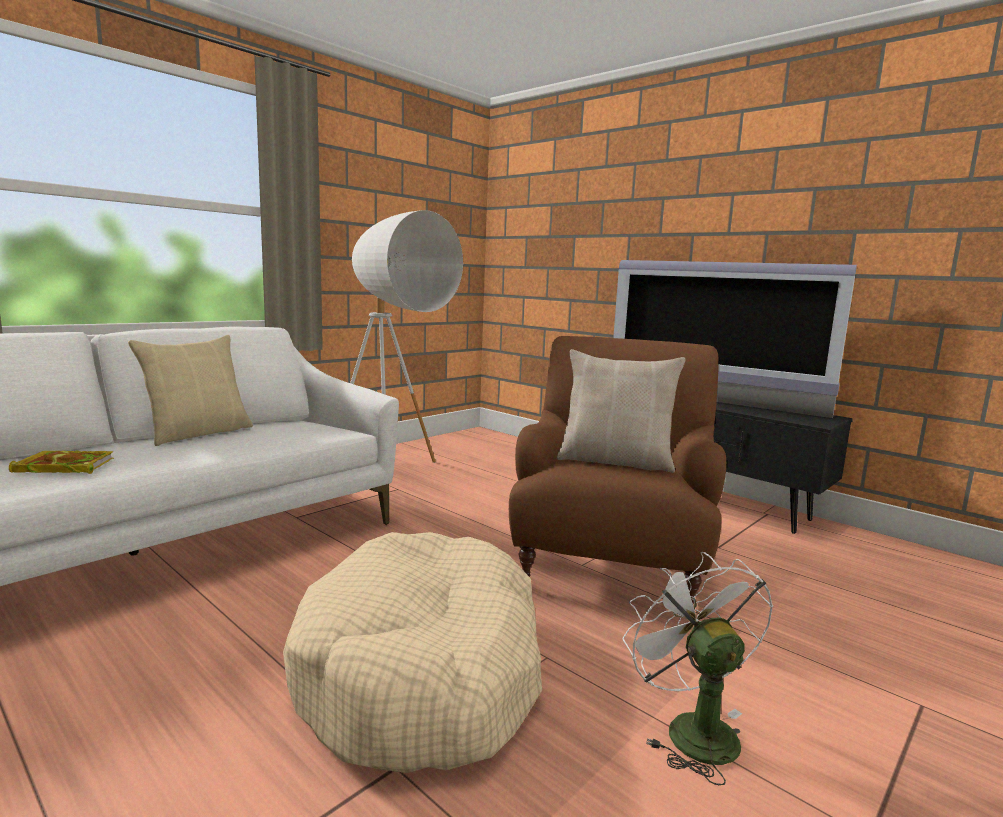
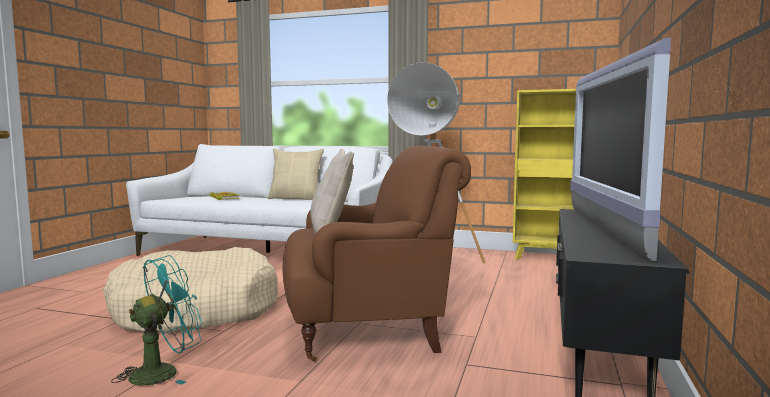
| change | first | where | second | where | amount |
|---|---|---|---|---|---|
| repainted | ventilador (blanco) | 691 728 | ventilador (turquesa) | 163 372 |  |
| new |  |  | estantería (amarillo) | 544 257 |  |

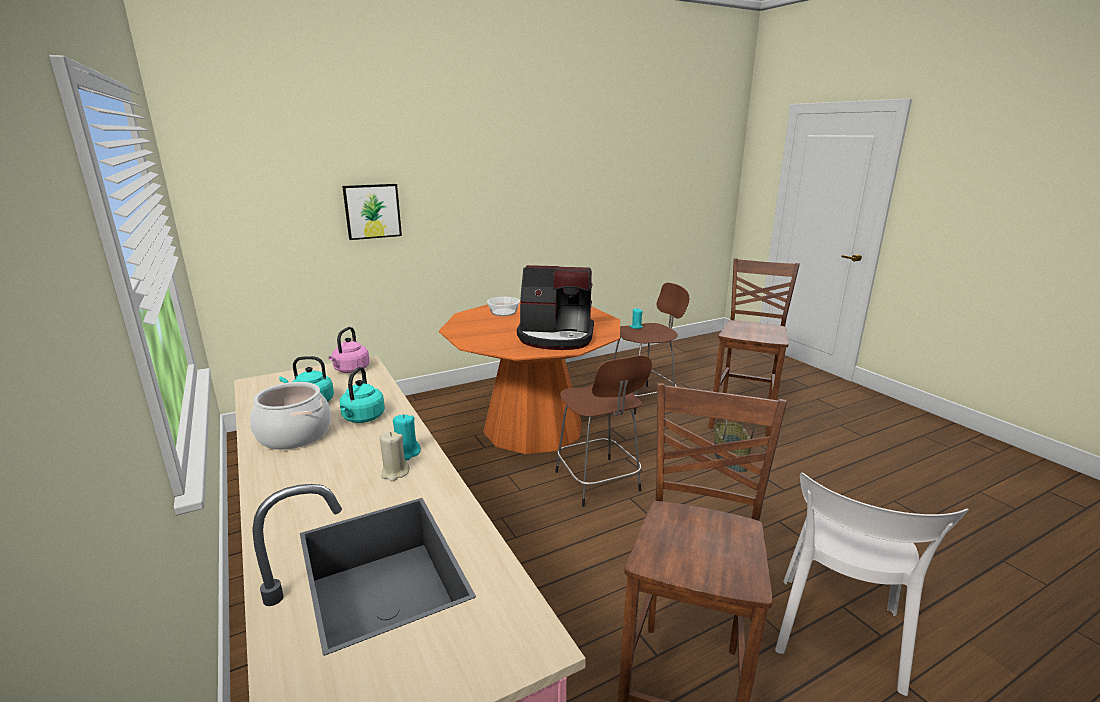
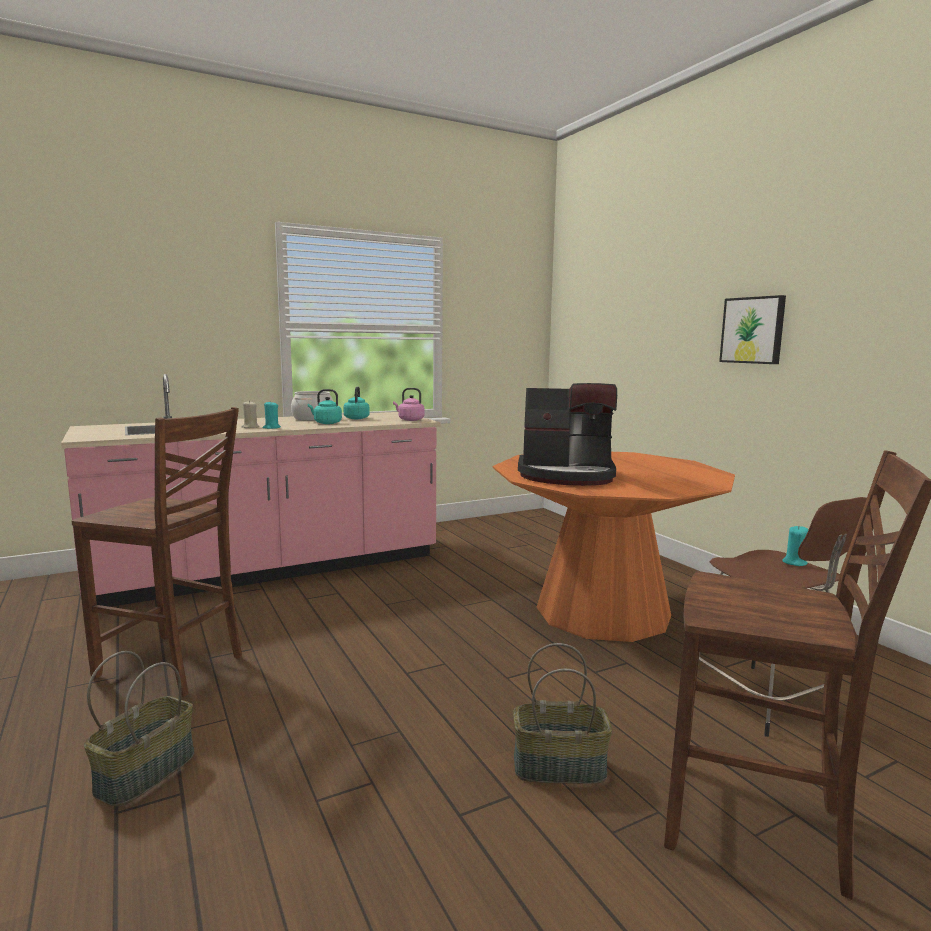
| change | first | where | second | where | amount |
|---|---|---|---|---|---|
| shifted | cuadro | 372 211 |  | 753 330 |  |
| rotated | cafetera | 556 337 |  | 567 475 | 90 degrees counterclockwise |
| gone | cuenco | 503 312 |  |  |  |
| gone | taburete (marrón) | 598 483 |  |  |  |
| swapped | silla (blanco) | 838 636 | cesta | 145 772 |  |

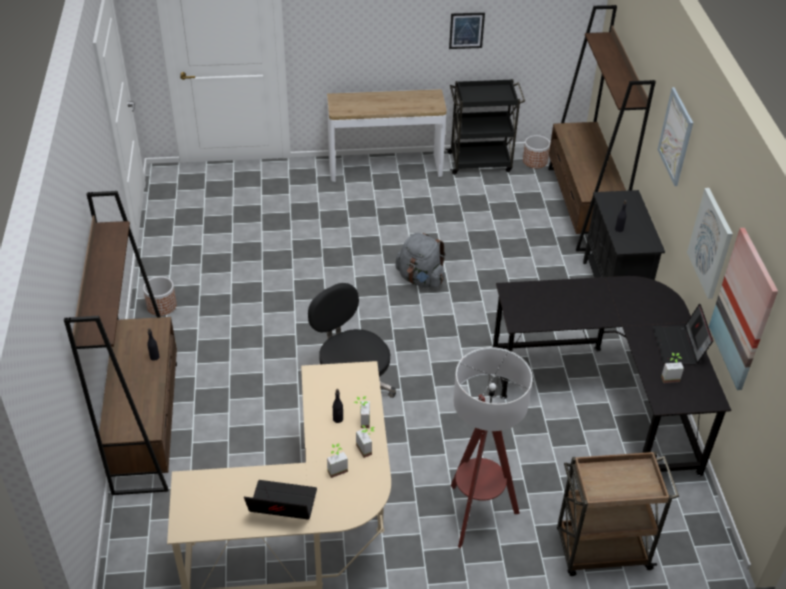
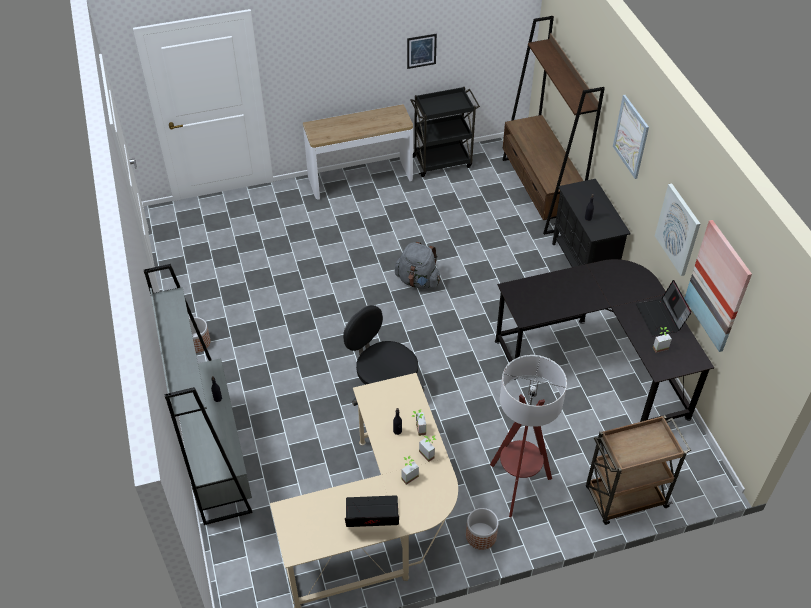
| change | first | where | second | where | amount |
|---|---|---|---|---|---|
| shifted | maceta | 535 161 |  | 481 536 |  |
| repainted | estantería (marrón) | 146 425 | estantería (gris) | 216 456 |  |

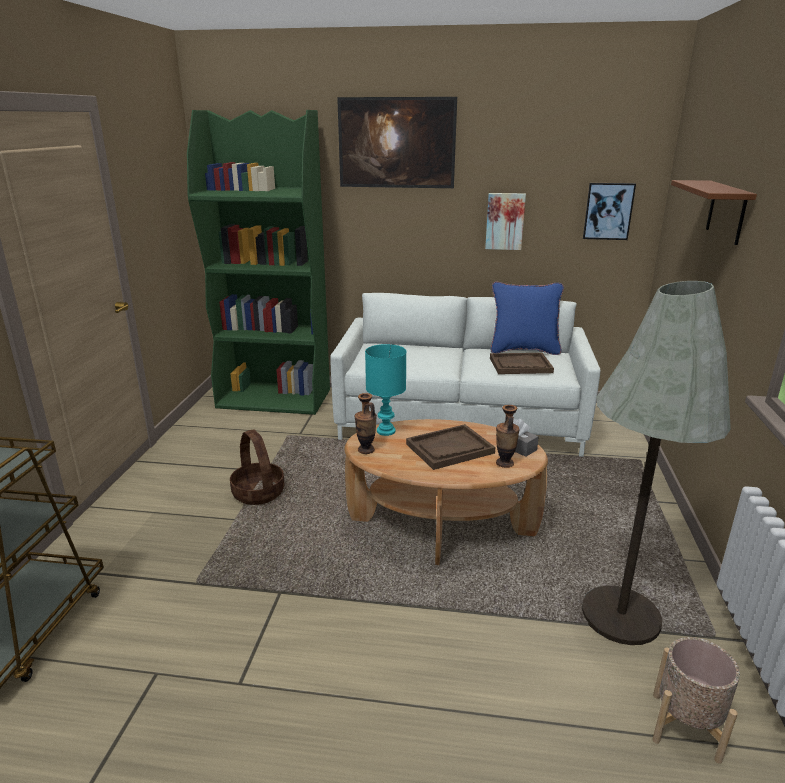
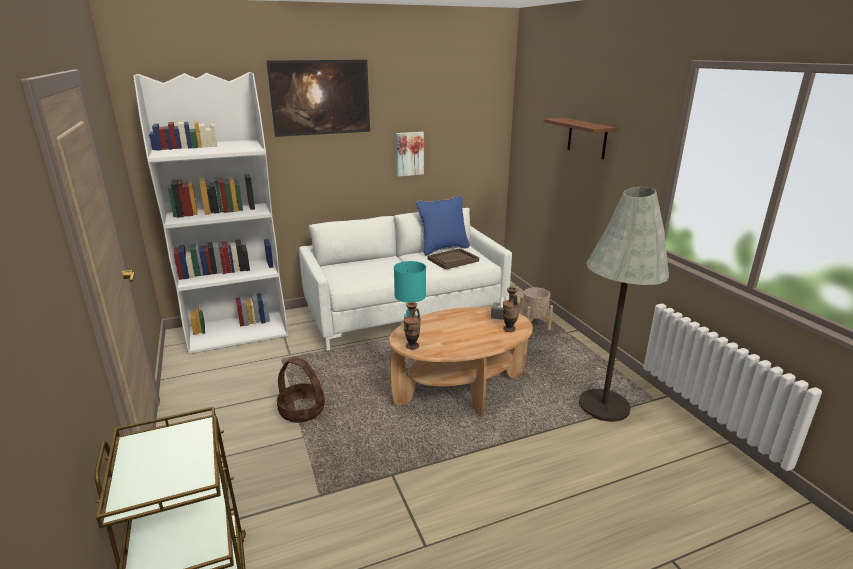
| change | first | where | second | where | amount |
|---|---|---|---|---|---|
| repainted | estantería (verde) | 275 399 | estantería (blanco) | 238 332 |  |
| gone | cuadro | 608 211 |  |  |  |
| gone | bandeja (marrón) | 449 449 |  |  |  |
| shifted | maceta (beis) | 685 726 |  | 534 325 |  |

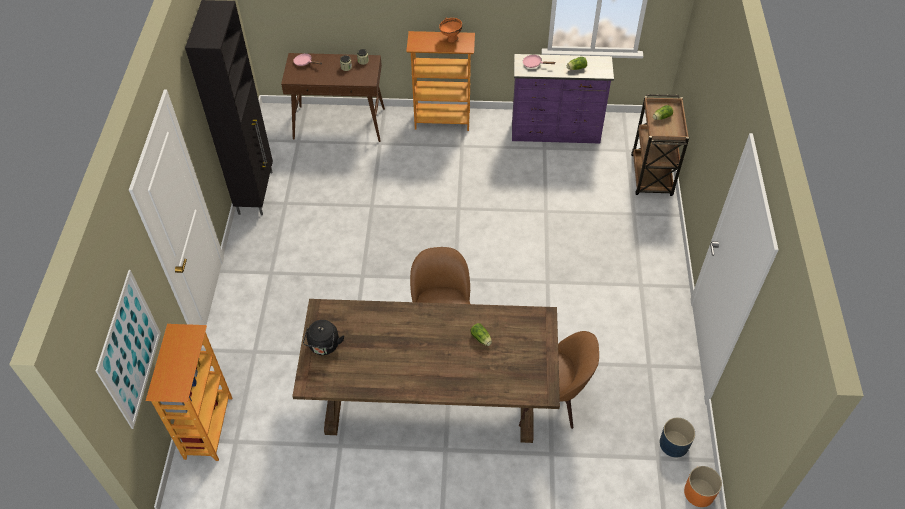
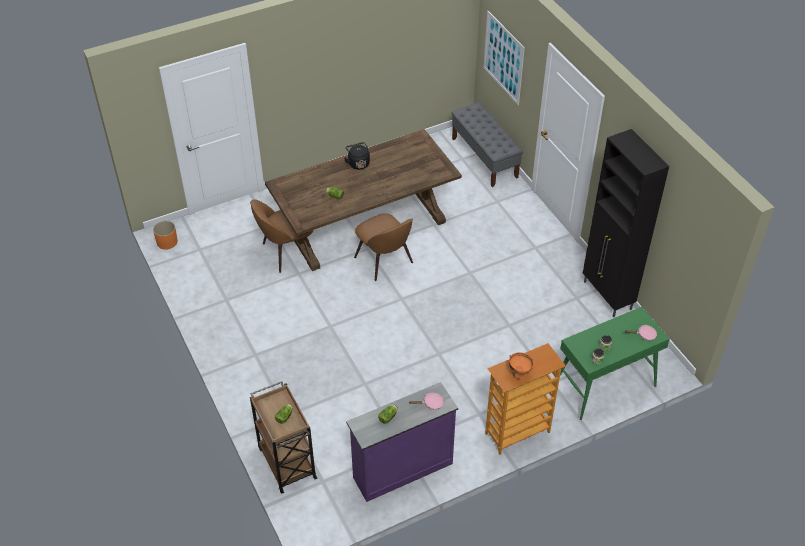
| change | first | where | second | where | amount |
|---|---|---|---|---|---|
| repainted | mesa consola (marrón) | 340 123 | mesa consola (verde) | 604 386 |  |
| shifted | hervidor (negro) | 324 346 |  | 358 163 |  |
| swapped | estantería | 207 427 | banco (gris) | 484 158 |  |
| gone | maceta (azul) | 674 444 |  |  |  |

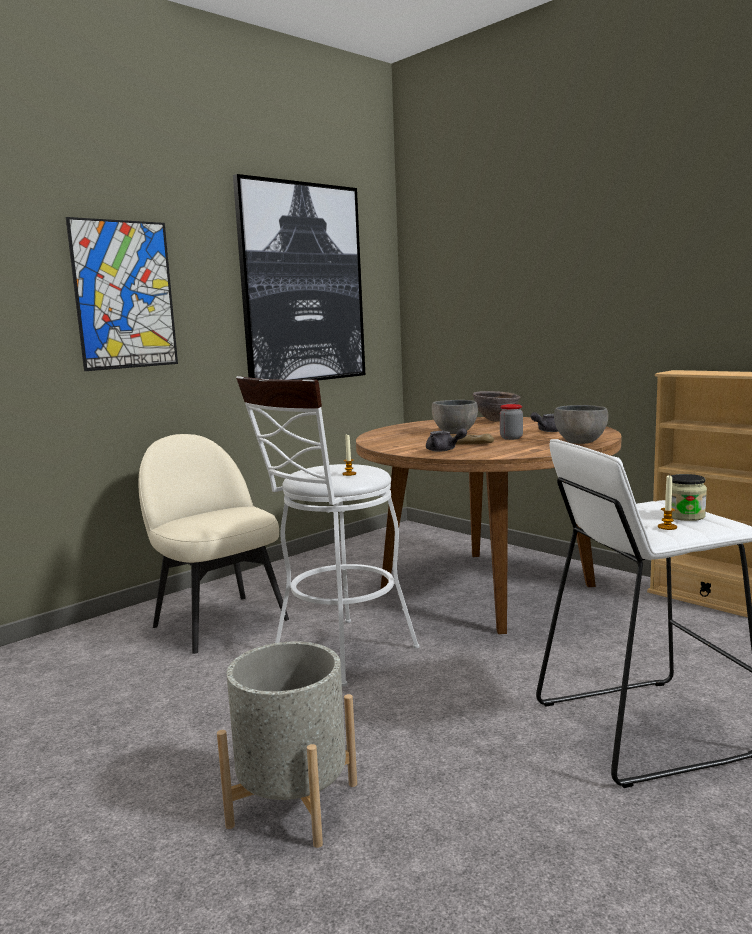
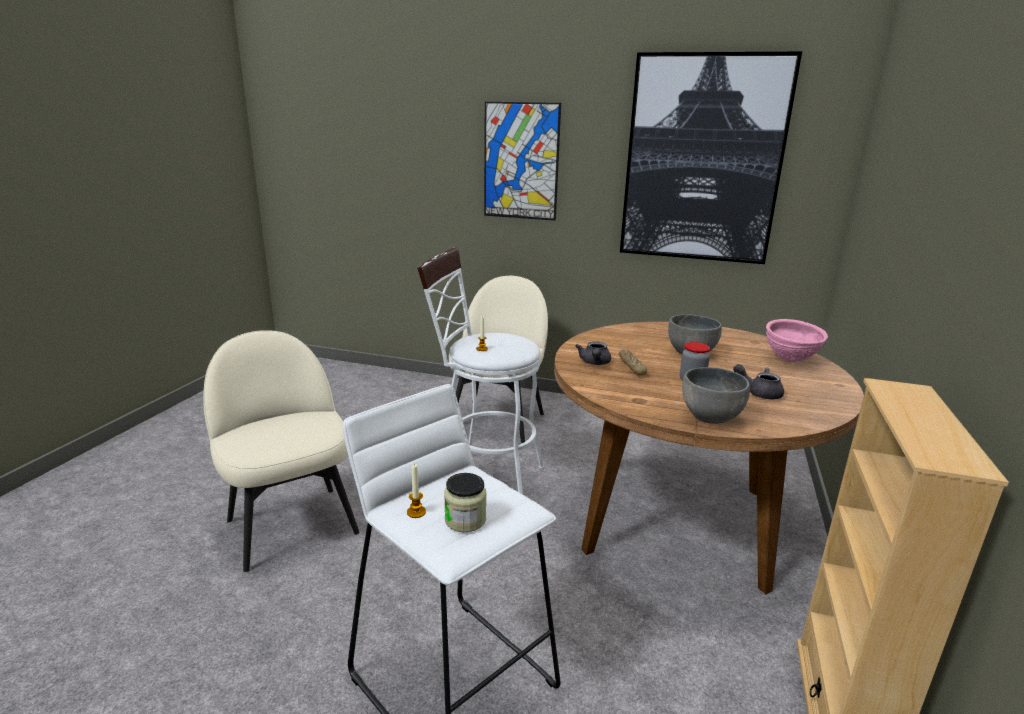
| change | first | where | second | where | amount |
|---|---|---|---|---|---|
| repainted | cuenco (marrón) | 496 421 | cuenco (rosa) | 789 360 |  |
| swapped | maceta (gris) | 293 804 | silla (beis) | 291 524 |  |

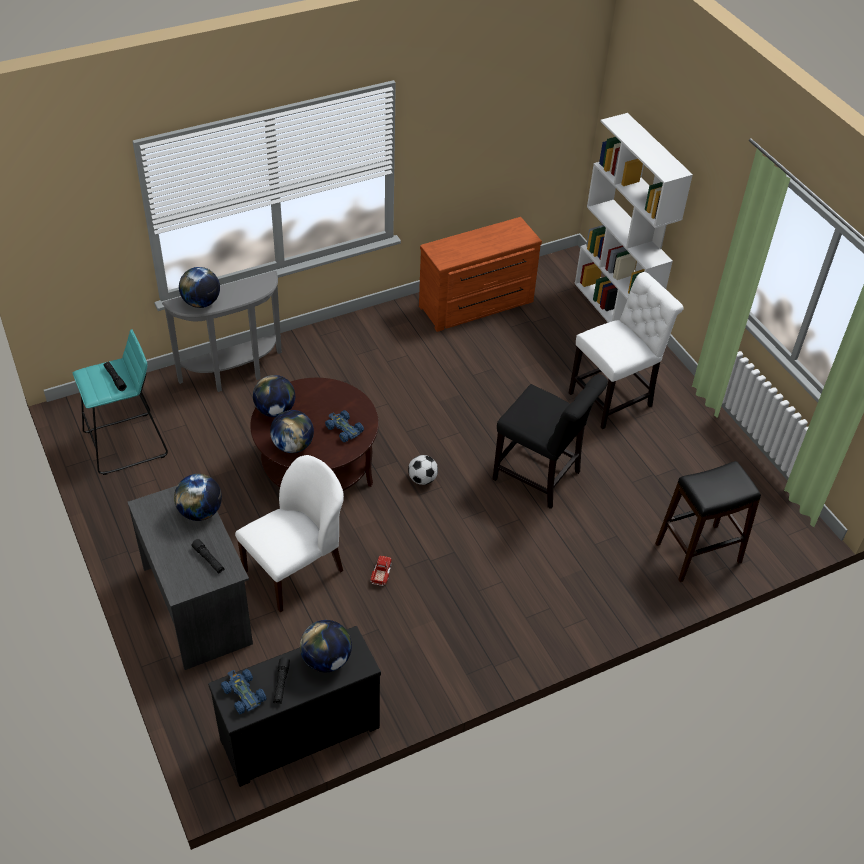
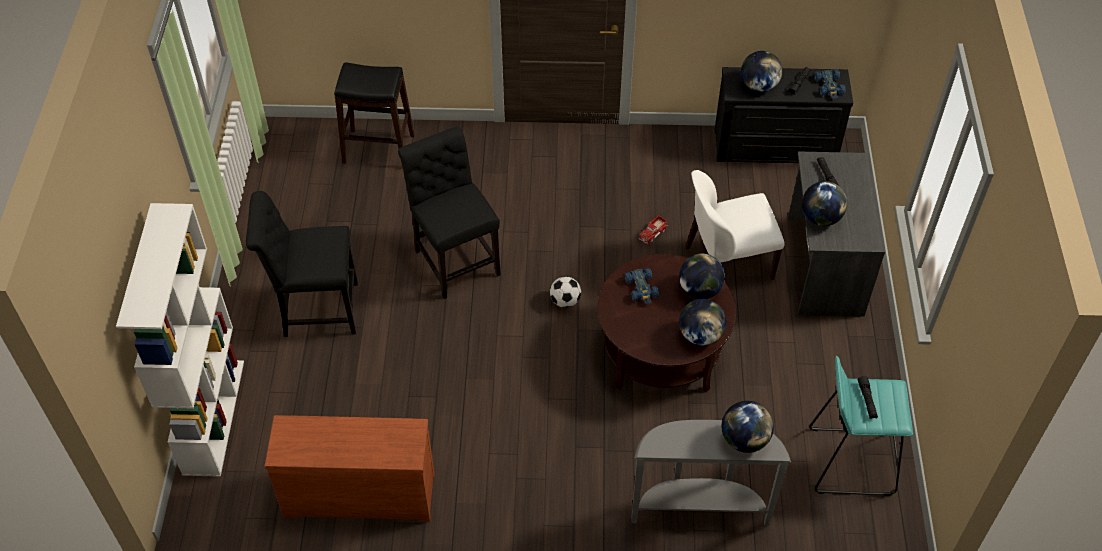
| change | first | where | second | where | amount |
|---|---|---|---|---|---|
| repainted | silla (blanco) | 614 398 | silla (negro) | 316 310 |  |

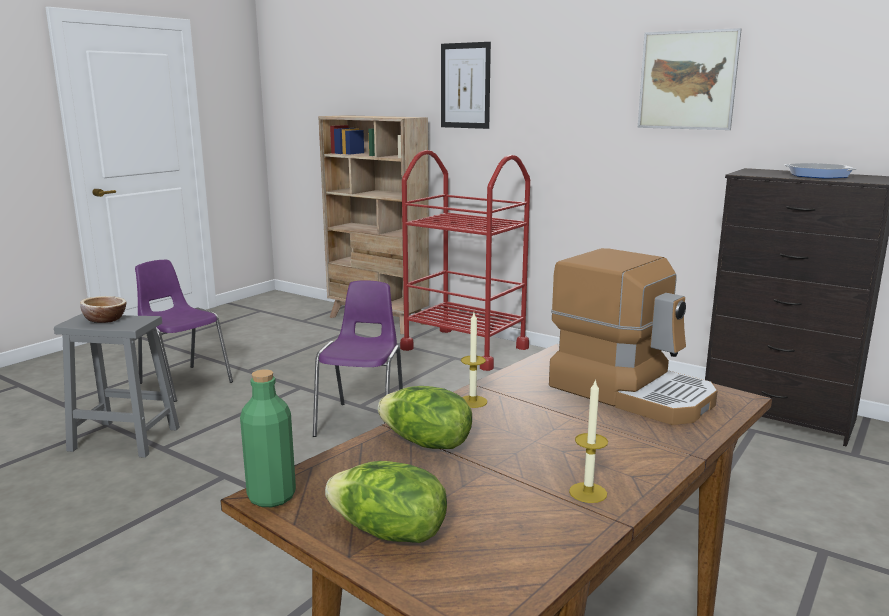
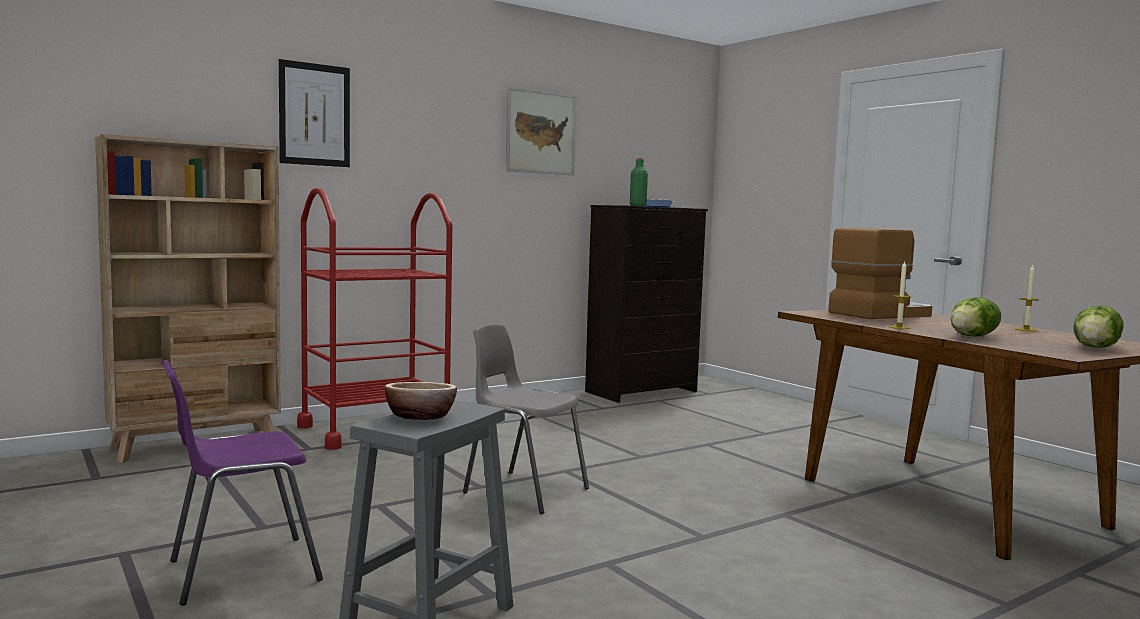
| change | first | where | second | where | amount |
|---|---|---|---|---|---|
| repainted | silla (morado) | 363 421 | silla (gris) | 523 490 |  |
| shifted | botella (verde) | 271 496 |  | 637 205 |  |

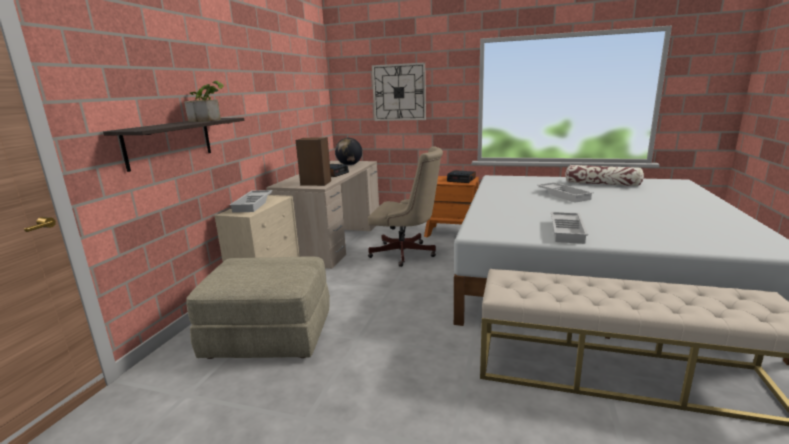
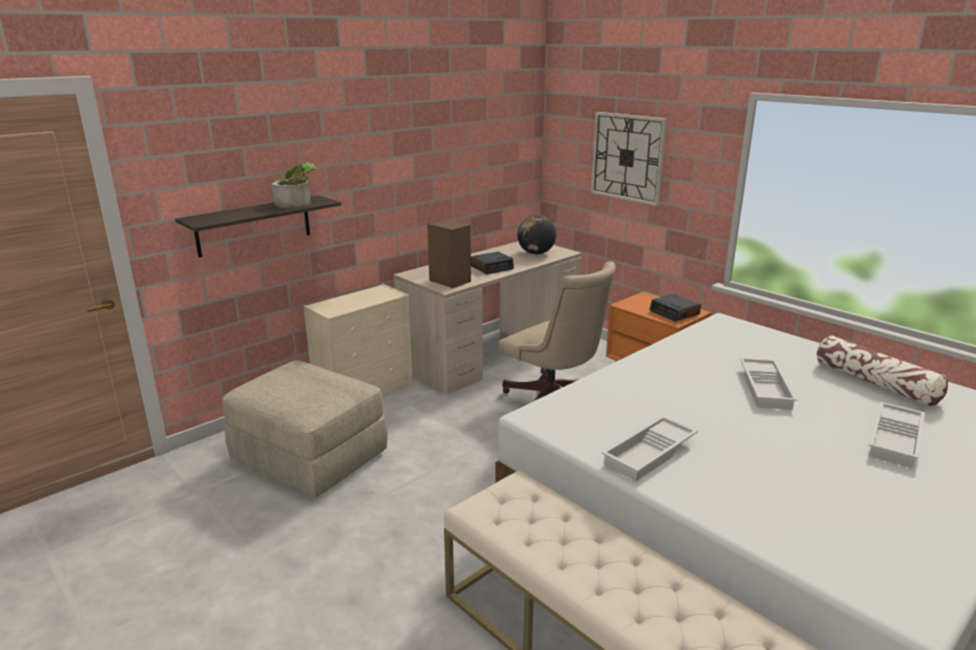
| change | first | where | second | where | amount |
|---|---|---|---|---|---|
| shifted | bandeja (blanco) | 254 204 |  | 896 440 |  |

